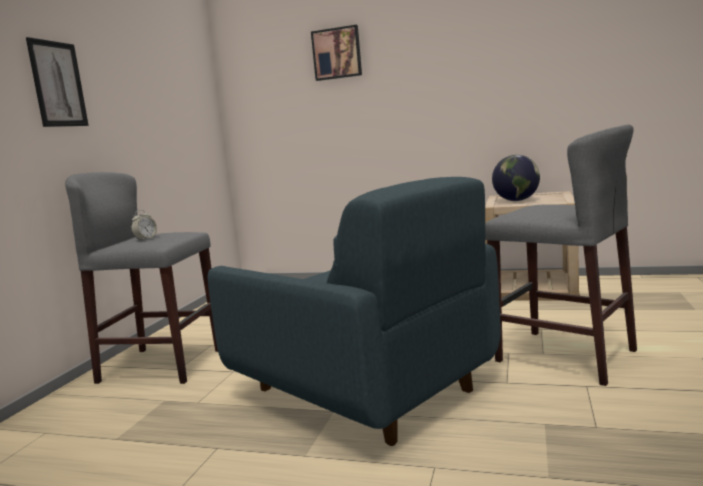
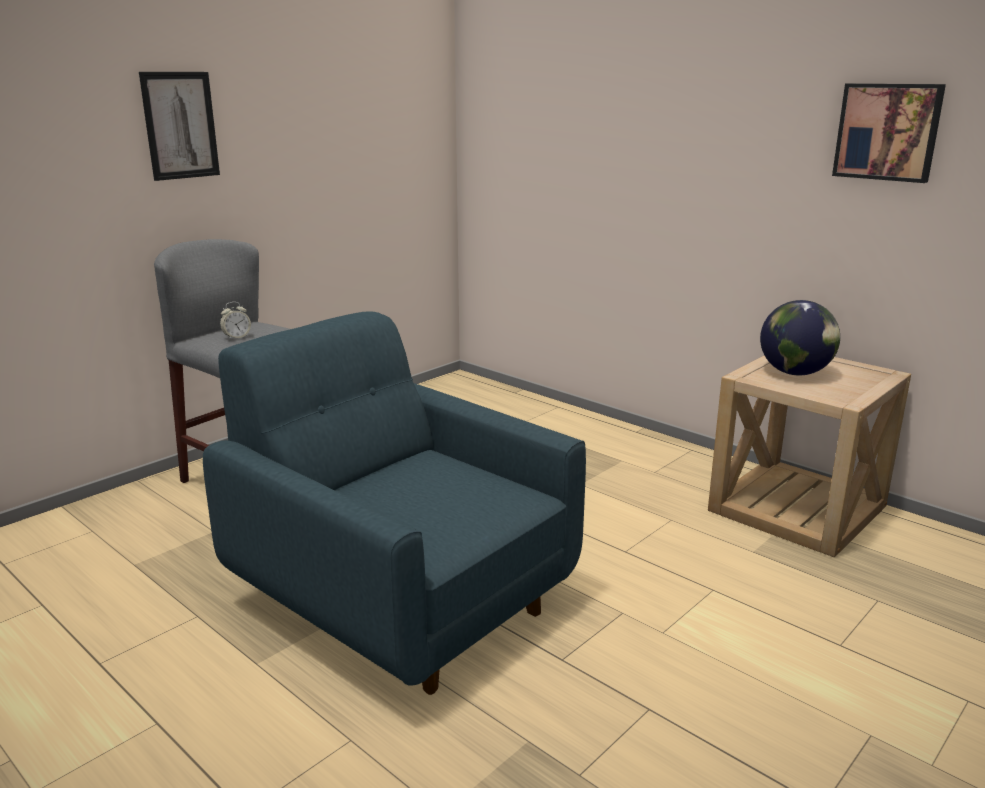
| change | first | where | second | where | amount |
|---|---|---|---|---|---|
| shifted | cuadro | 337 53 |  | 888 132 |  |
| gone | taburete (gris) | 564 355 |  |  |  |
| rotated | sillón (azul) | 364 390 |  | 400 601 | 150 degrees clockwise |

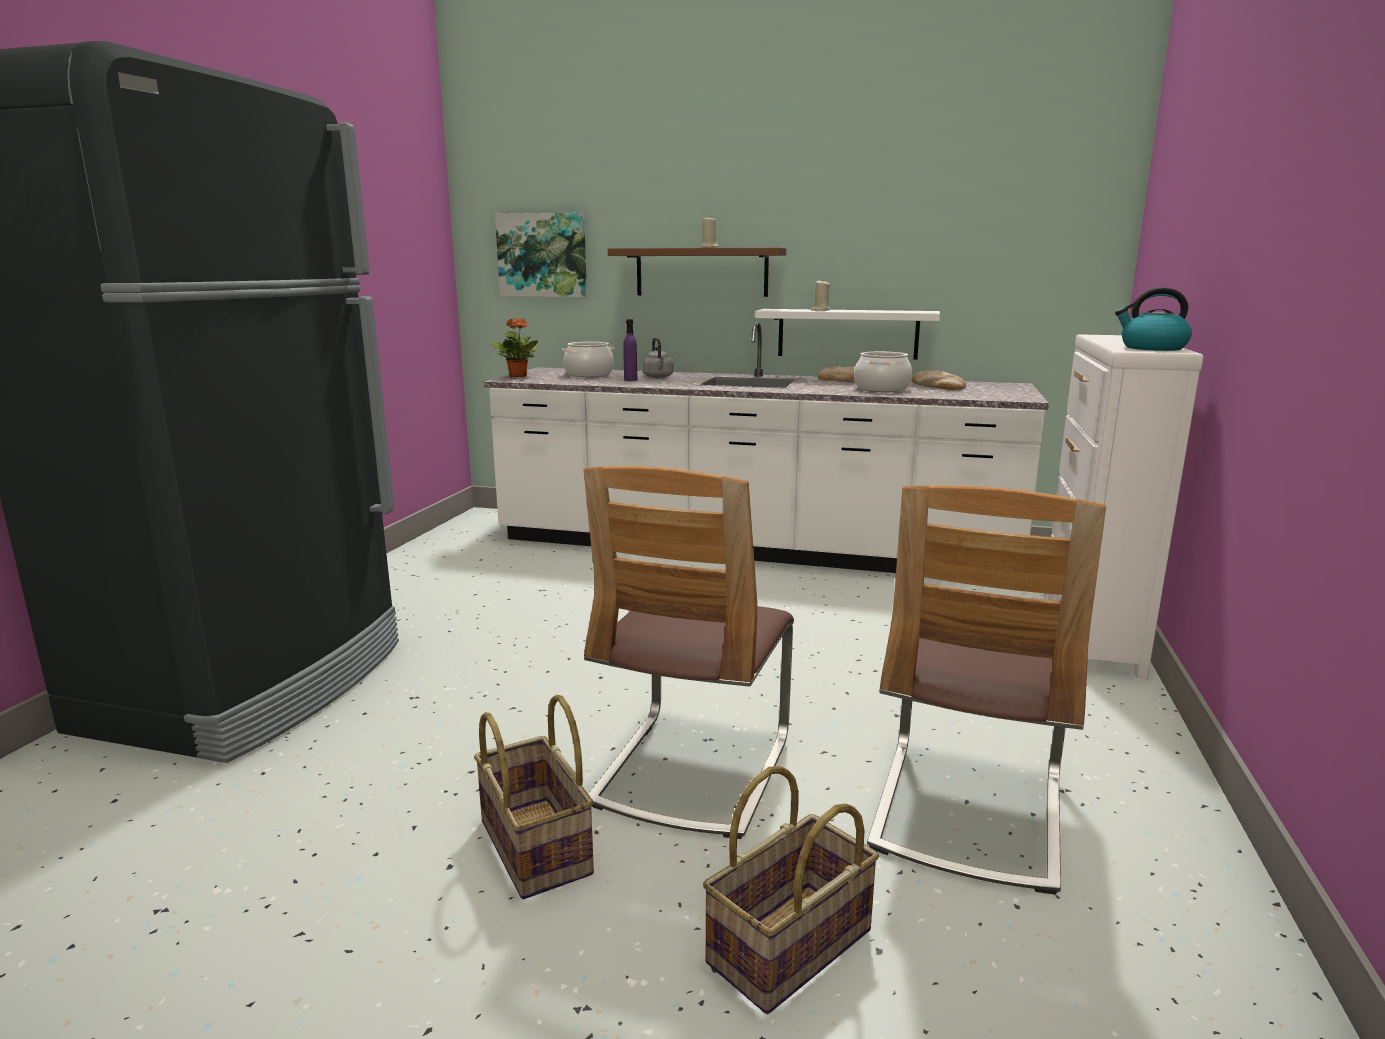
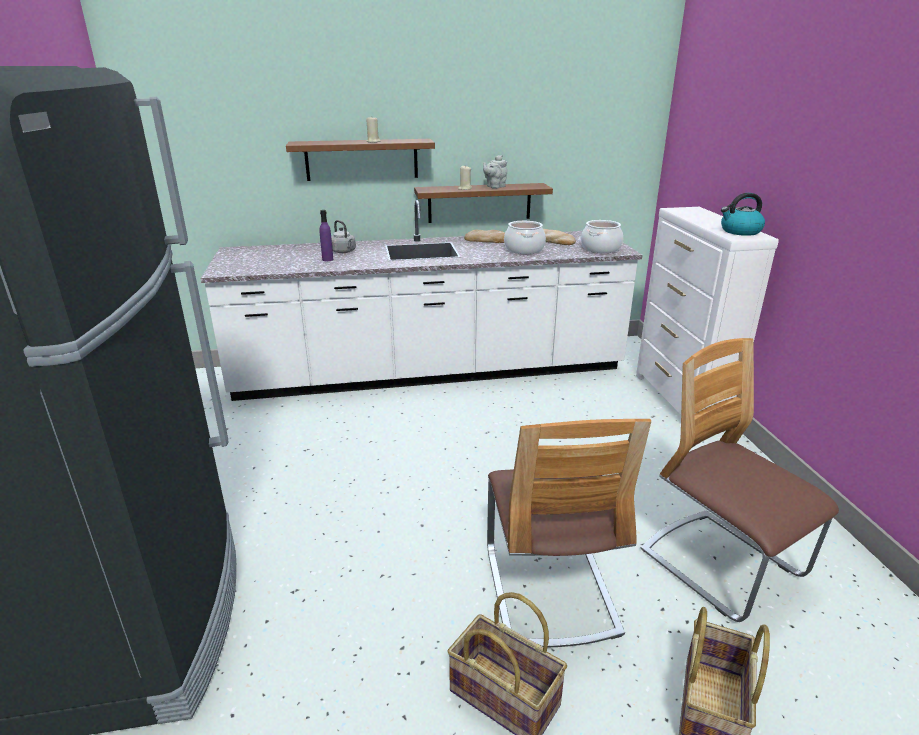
| change | first | where | second | where | amount |
|---|---|---|---|---|---|
| gone | cuadro | 542 255 |  |  |  |
| repainted | estante (blanco) | 847 333 | estante (marrón) | 479 202 |  |
| gone | planta en maceta | 518 376 |  |  |  |
| shifted | olla | 589 374 |  | 600 249 |  |
| rotated | silla | 968 812 |  | 721 565 | 150 degrees clockwise |
| new |  |  | tetera (gris) | 494 187 |  |

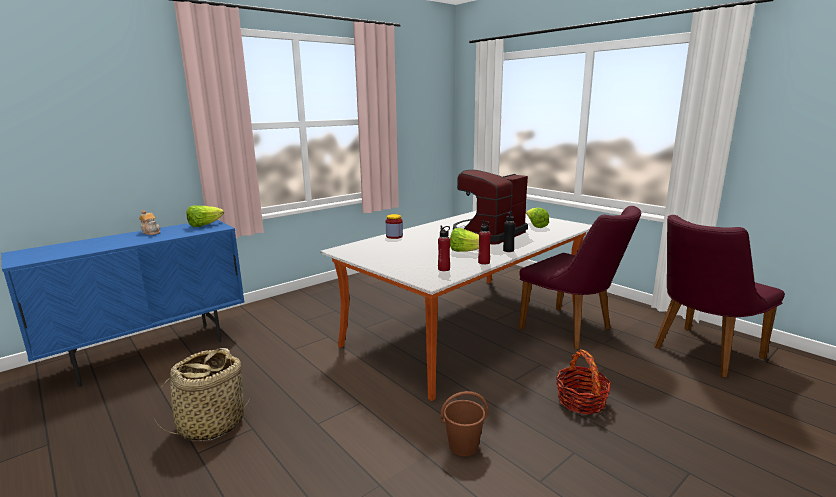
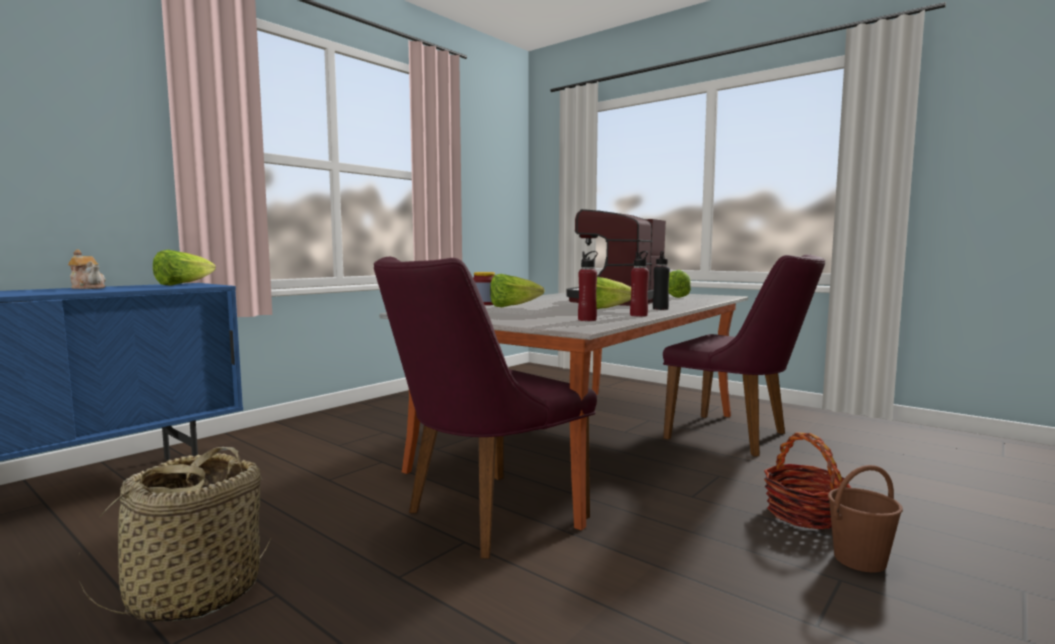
| change | first | where | second | where | amount |
|---|---|---|---|---|---|
| shifted | silla (morado) | 700 353 |  | 481 518 |  |
| shifted | cubo (marrón) | 463 446 |  | 859 560 |  |
| new |  |  | lechuga | 512 307 |  |

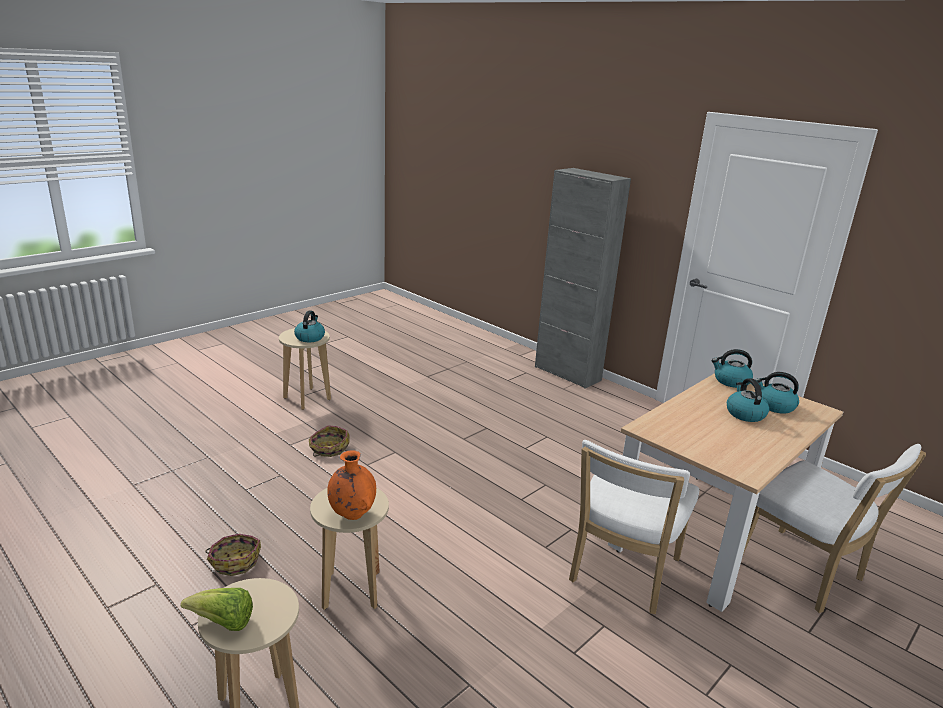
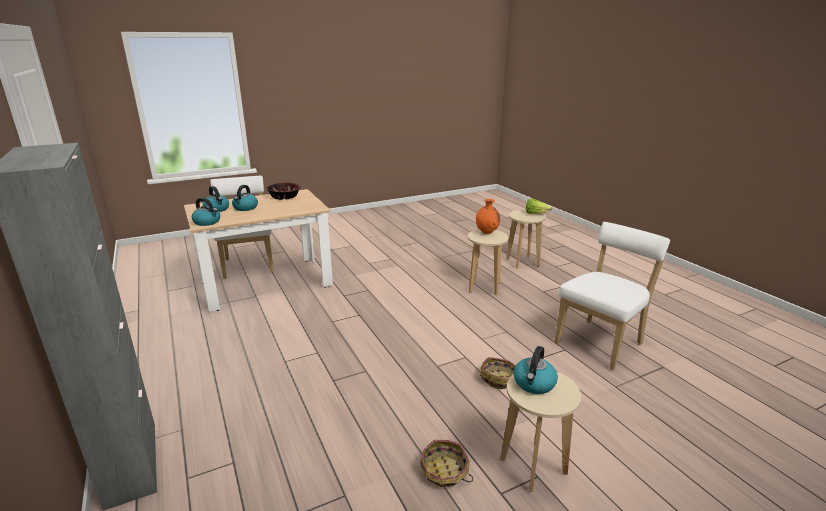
| change | first | where | second | where | amount |
|---|---|---|---|---|---|
| shifted | silla (blanco) | 622 573 |  | 601 342 |  |
| shifted | cesta | 235 561 |  | 444 471 |  |
| new |  |  | cuenco | 284 197 |  |

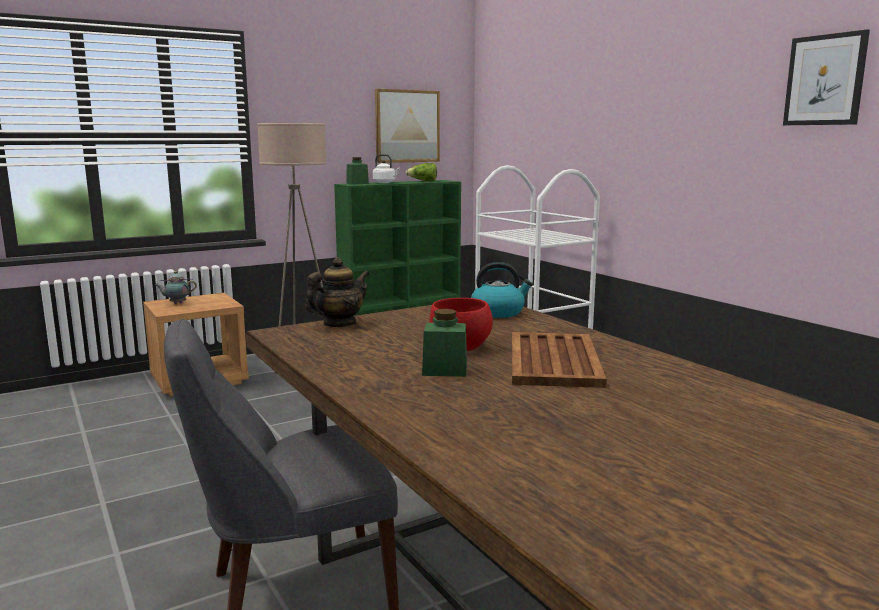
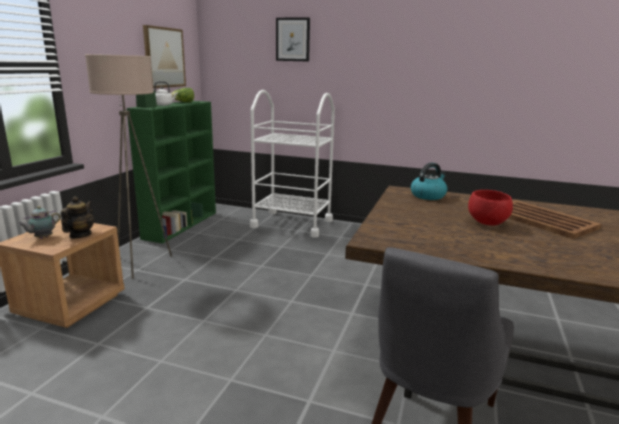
| change | first | where | second | where | amount |
|---|---|---|---|---|---|
| shifted | cuadro | 825 80 |  | 293 39 |  |
| shifted | tetera | 339 324 |  | 80 235 |  |
| gone | tarro (verde) | 445 370 |  |  |  |

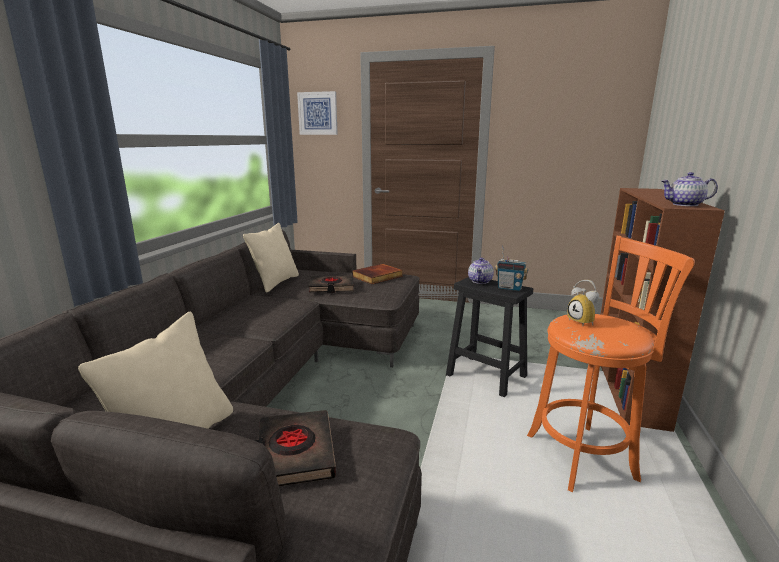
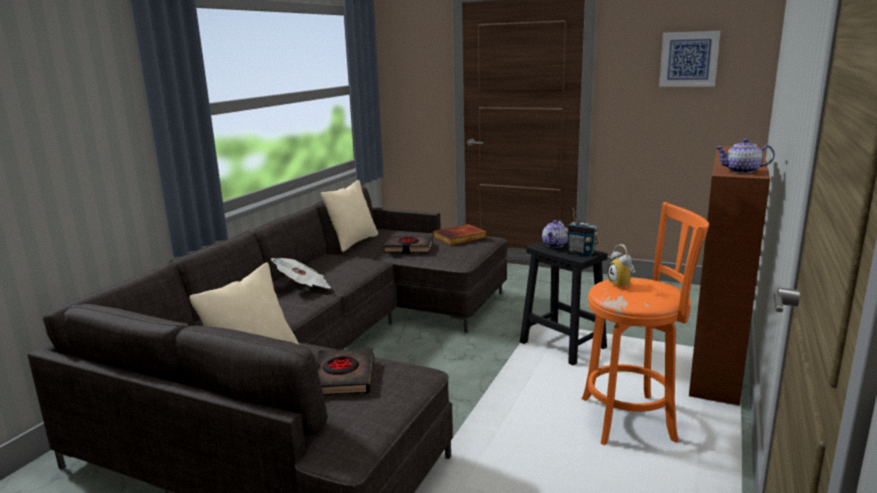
| change | first | where | second | where | amount |
|---|---|---|---|---|---|
| shifted | cuadro | 318 113 |  | 689 59 |  |
| new |  |  | periódico | 303 287 |  |

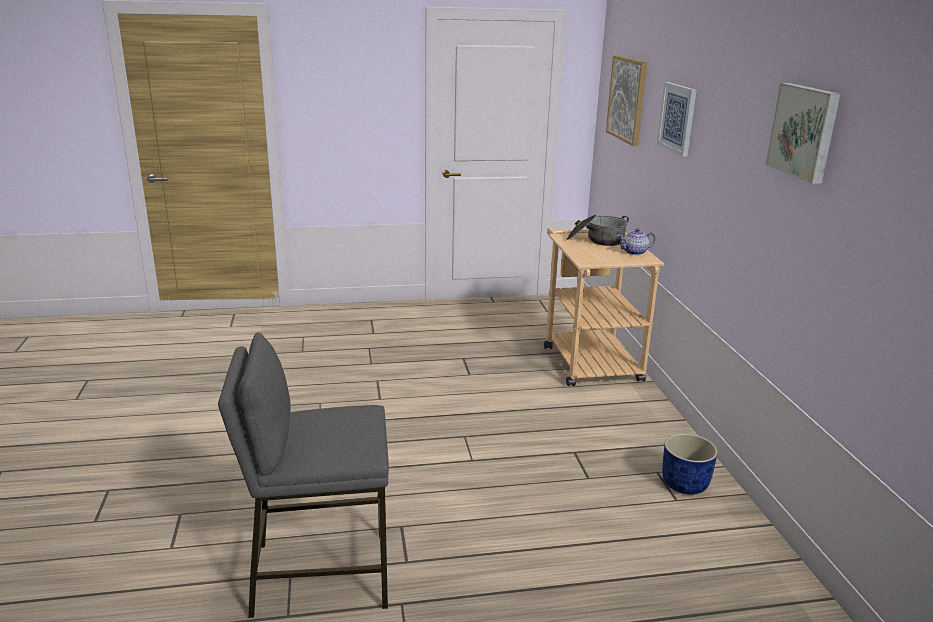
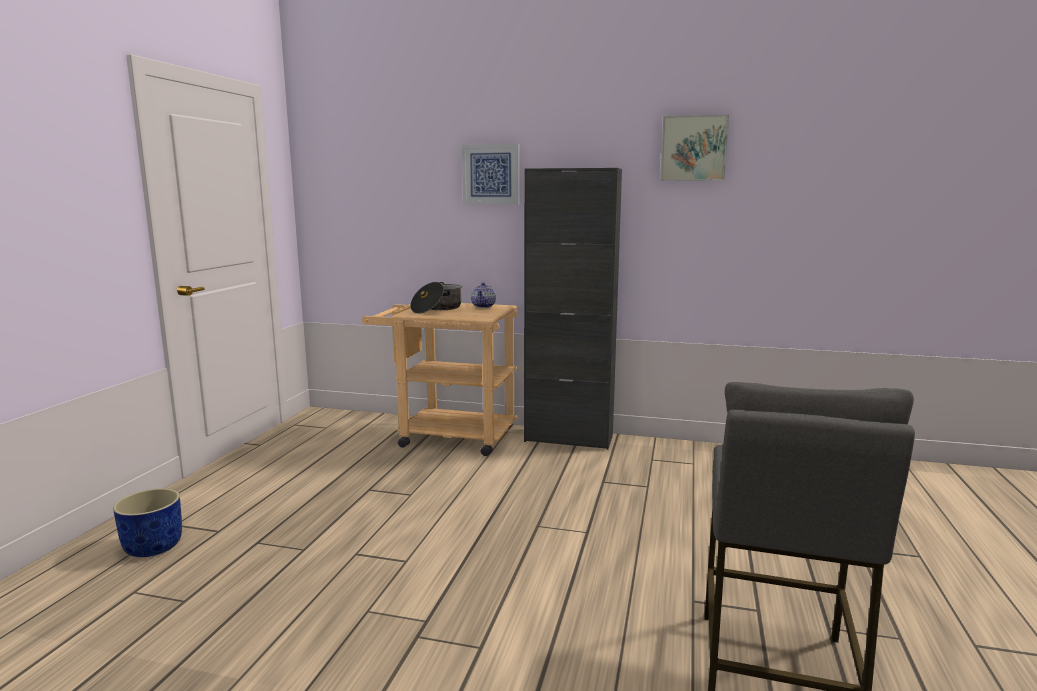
| change | first | where | second | where | amount |
|---|---|---|---|---|---|
| gone | cuadro | 627 99 |  |  |  |
| shifted | maceta (azul) | 685 484 |  | 154 546 |  |
| new |  |  | armario (negro) | 568 439 |  |

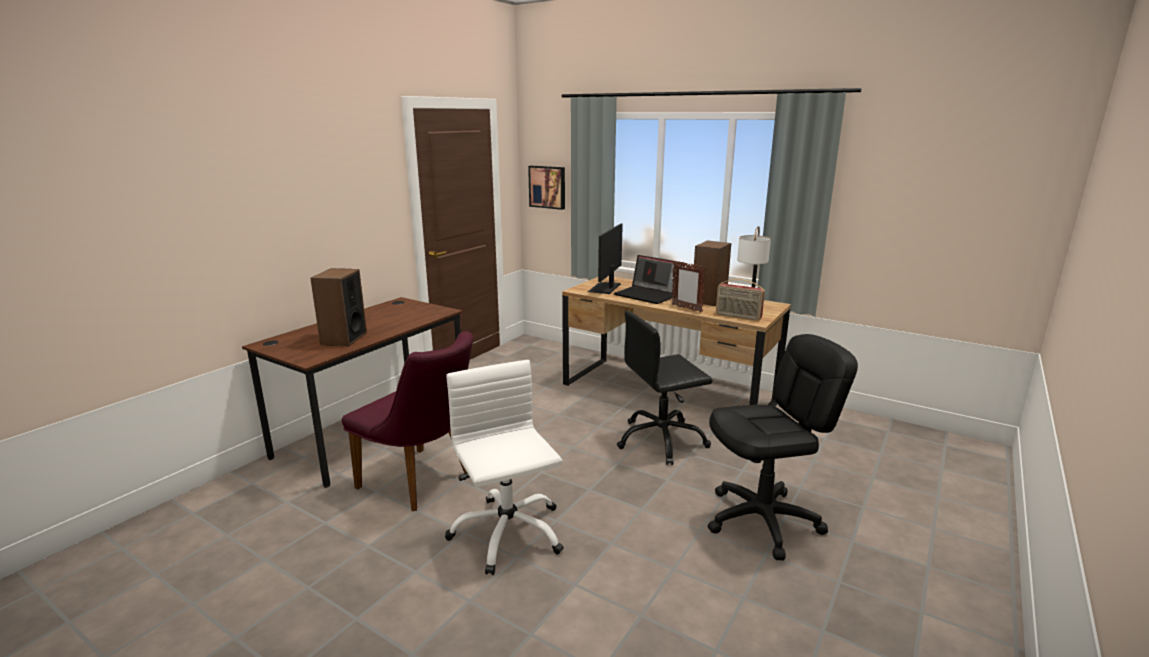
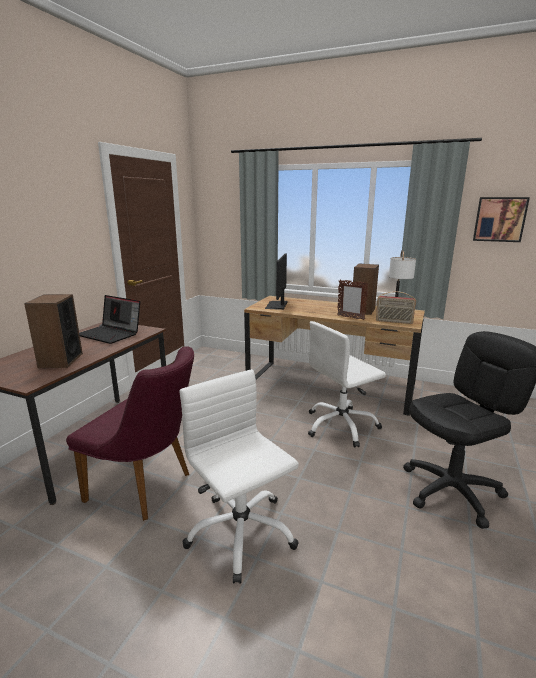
| change | first | where | second | where | amount |
|---|---|---|---|---|---|
| shifted | cuadro | 548 187 |  | 499 219 |  |
| shifted | portátil | 648 295 |  | 111 334 |  |
| repainted | silla de oficina (negro) | 661 440 | silla de oficina (blanco) | 341 426 |  |

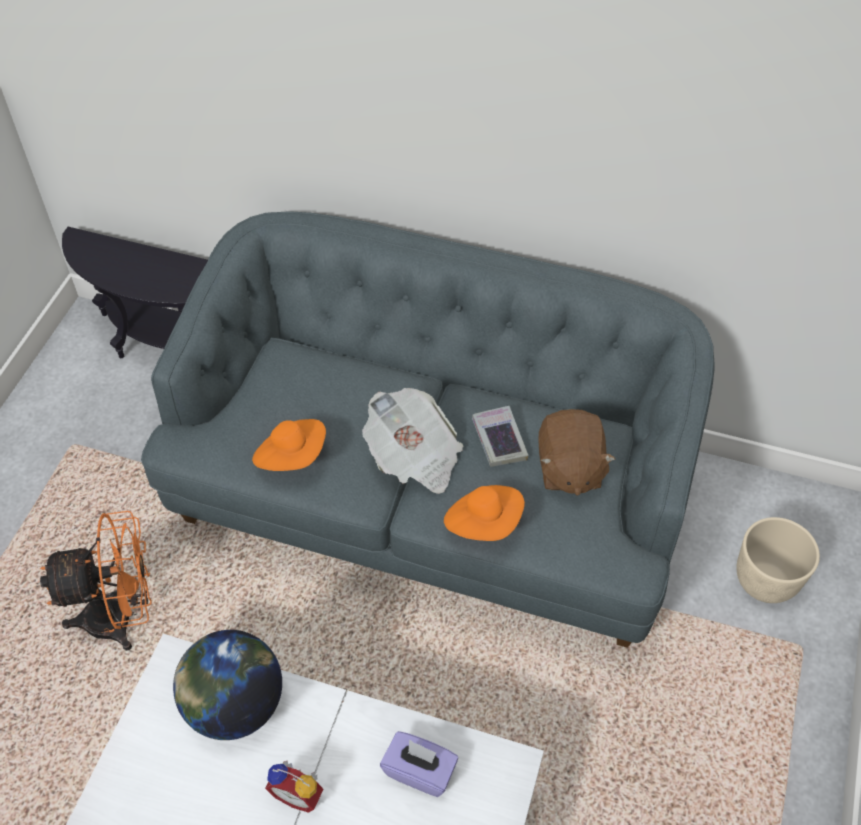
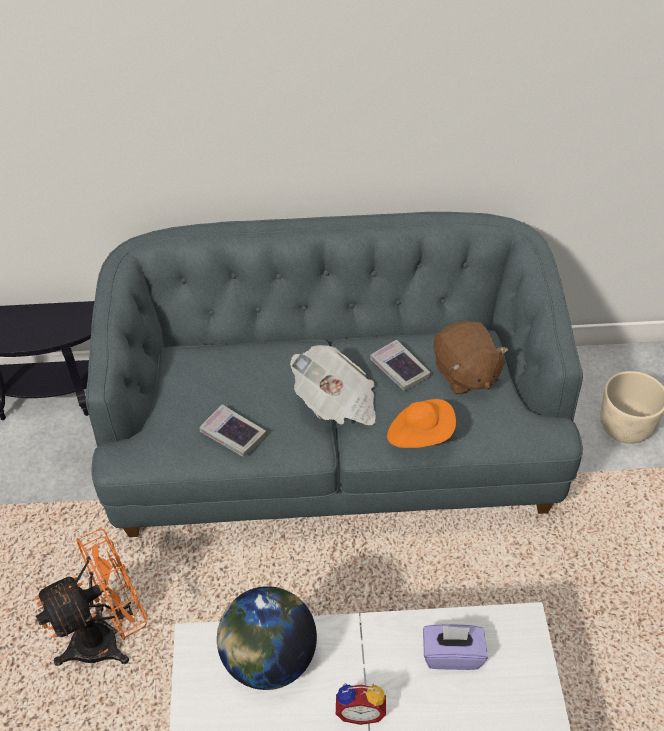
| change | first | where | second | where | amount |
|---|---|---|---|---|---|
| swapped | sombrero (naranja) | 292 456 | libro | 233 434 |  |

